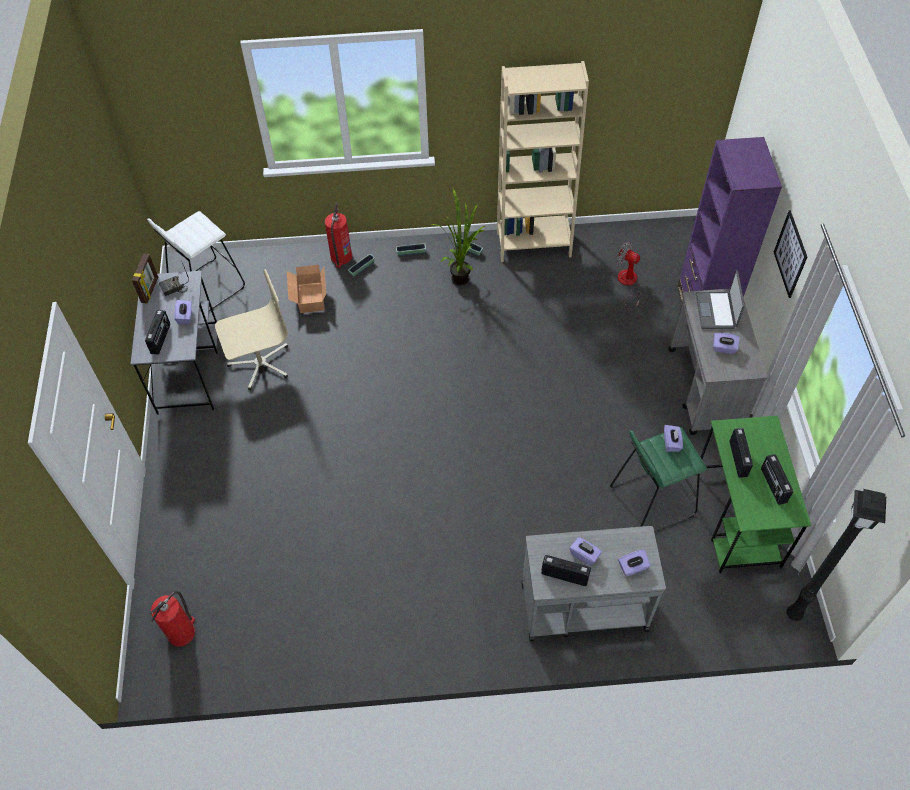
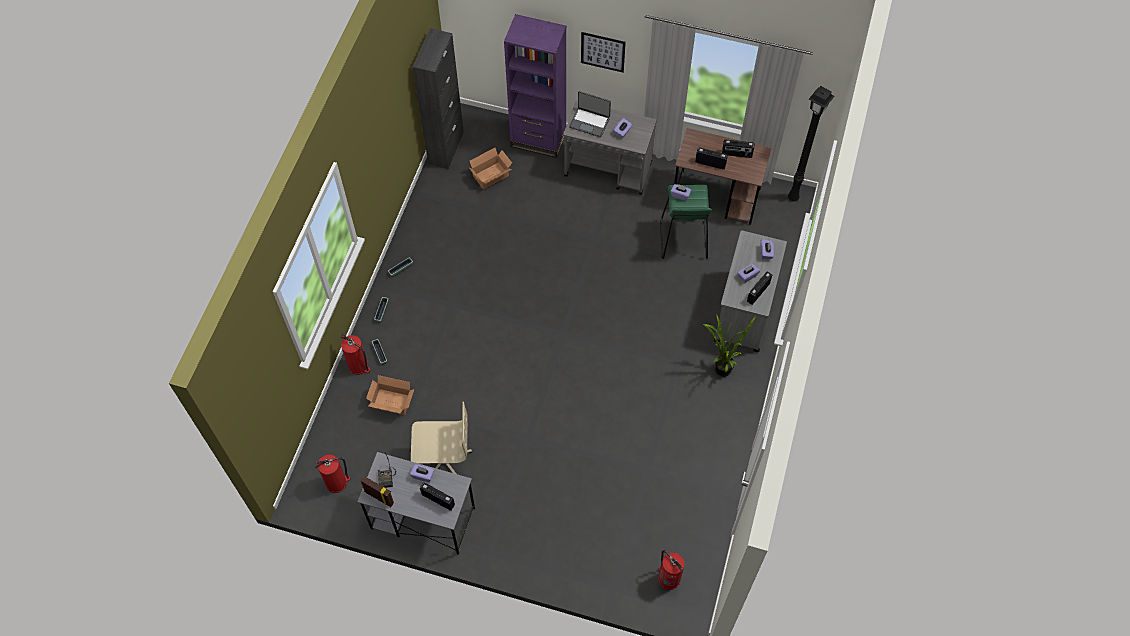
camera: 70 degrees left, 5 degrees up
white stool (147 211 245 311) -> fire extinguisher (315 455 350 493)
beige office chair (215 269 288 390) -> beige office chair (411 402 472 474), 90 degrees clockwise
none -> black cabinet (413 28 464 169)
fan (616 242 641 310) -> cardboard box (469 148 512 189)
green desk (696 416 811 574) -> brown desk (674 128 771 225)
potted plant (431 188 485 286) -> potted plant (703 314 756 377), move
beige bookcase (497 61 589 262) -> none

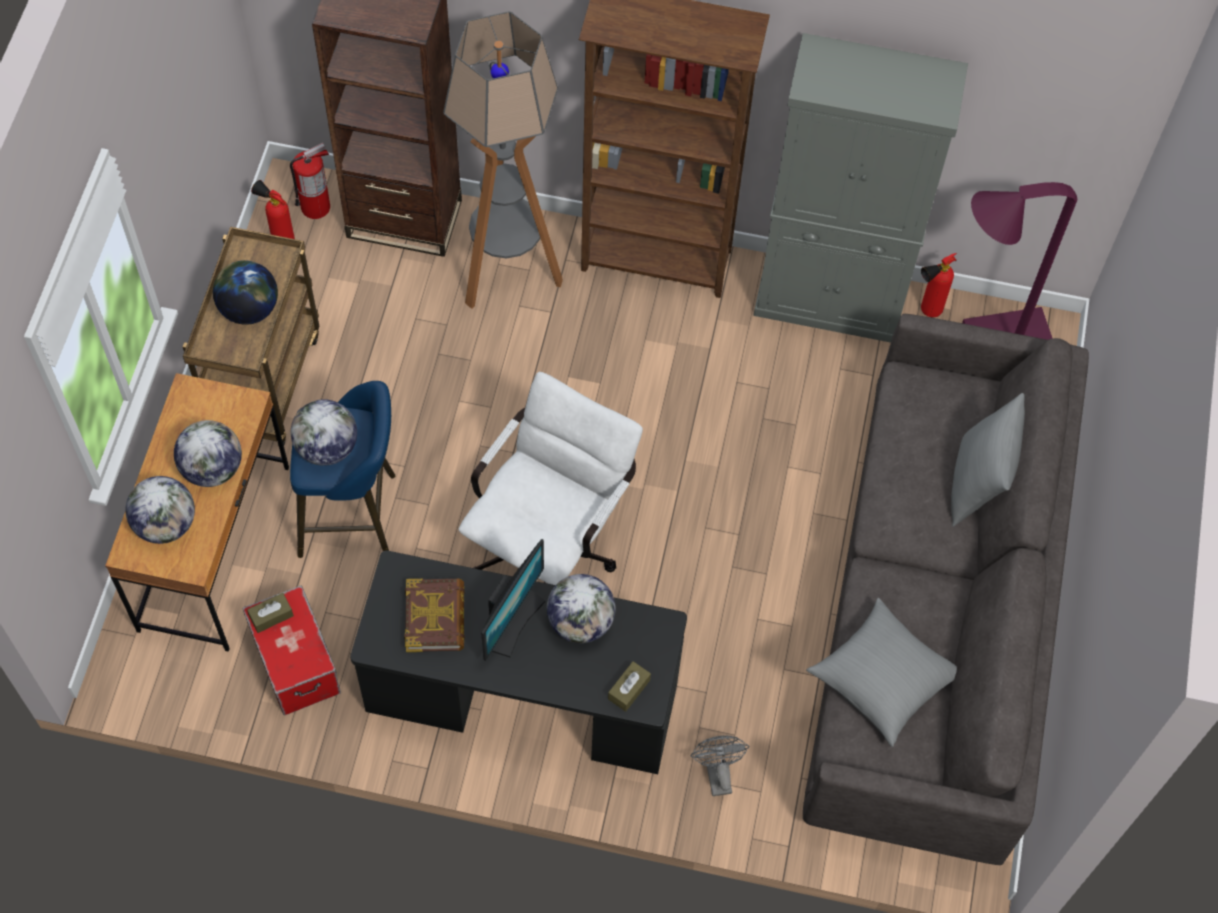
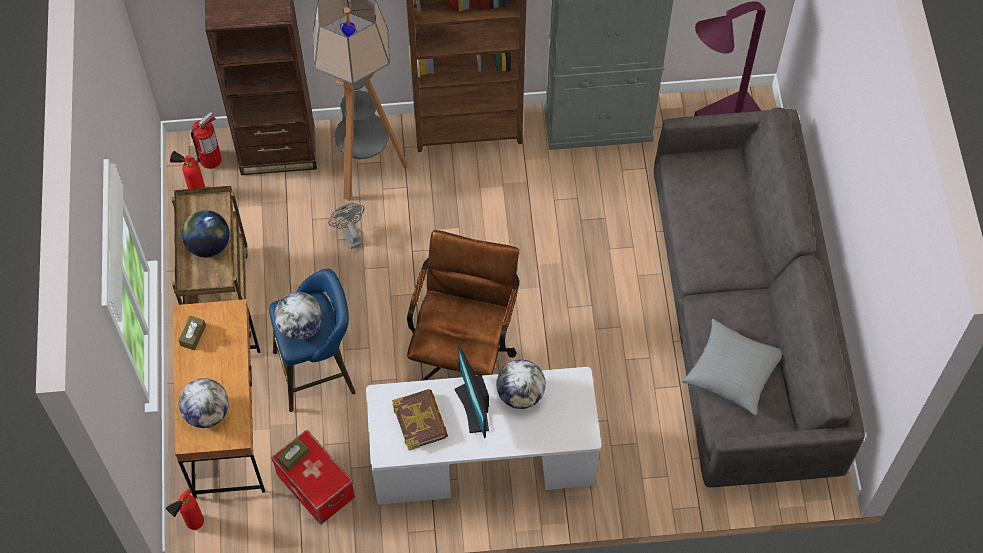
camera: 15 degrees left, 0 degrees up
fire extinguisher (921 253 957 317) -> fire extinguisher (166 489 204 530), move
brown tissue box (608 661 651 712) -> brown tissue box (178 316 206 350), move
grey fan (690 736 750 796) -> grey fan (328 203 365 249), move
black desk (350 551 687 774) -> white desk (366 367 601 505)
white office chair (459 372 643 585) -> brown office chair (407 230 519 381)
monitor (481 539 545 661) -> monitor (454 345 489 438), 150 degrees clockwise
globe (174 420 242 487) -> none
grey pillow (951 393 1025 527) -> none

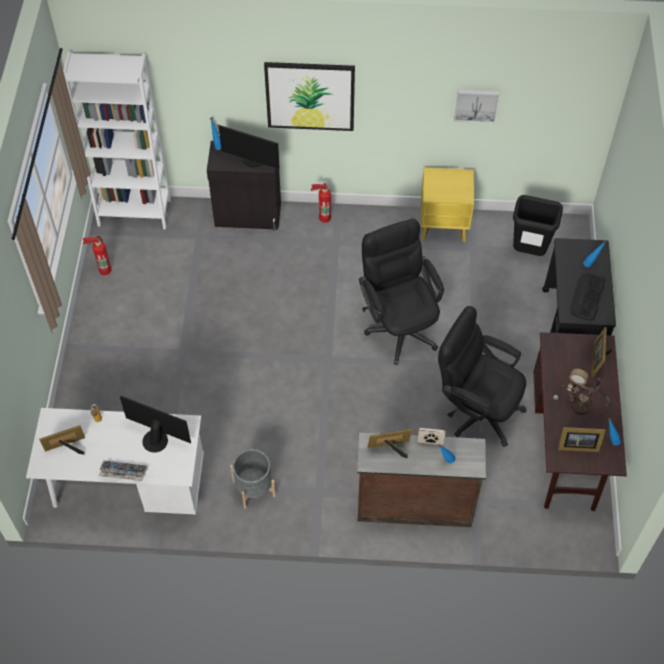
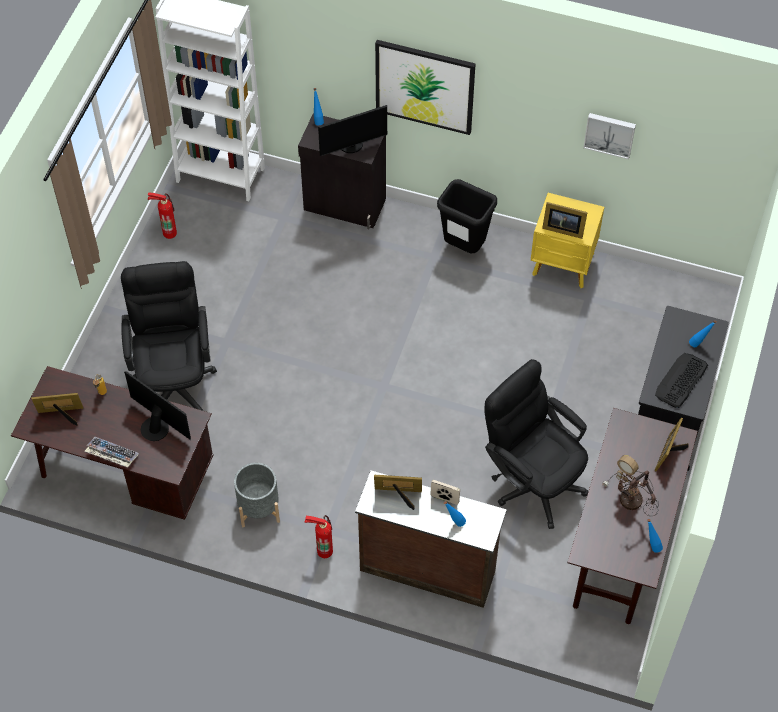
camera: 15 degrees right, 0 degrees up
white desk (26 408 204 514) -> brown desk (11 366 213 520)
black office chair (359 219 444 365) -> black office chair (121 261 217 411), move
fire extinguisher (311 183 331 223) -> fire extinguisher (305 515 333 558), move
monitor (219 125 280 169) -> monitor (318 105 387 156), 60 degrees counterclockwise
black trash can (513 195 563 256) -> black trash can (437 179 497 254), move
picture frame (558 427 606 452) -> picture frame (542 202 588 239), move

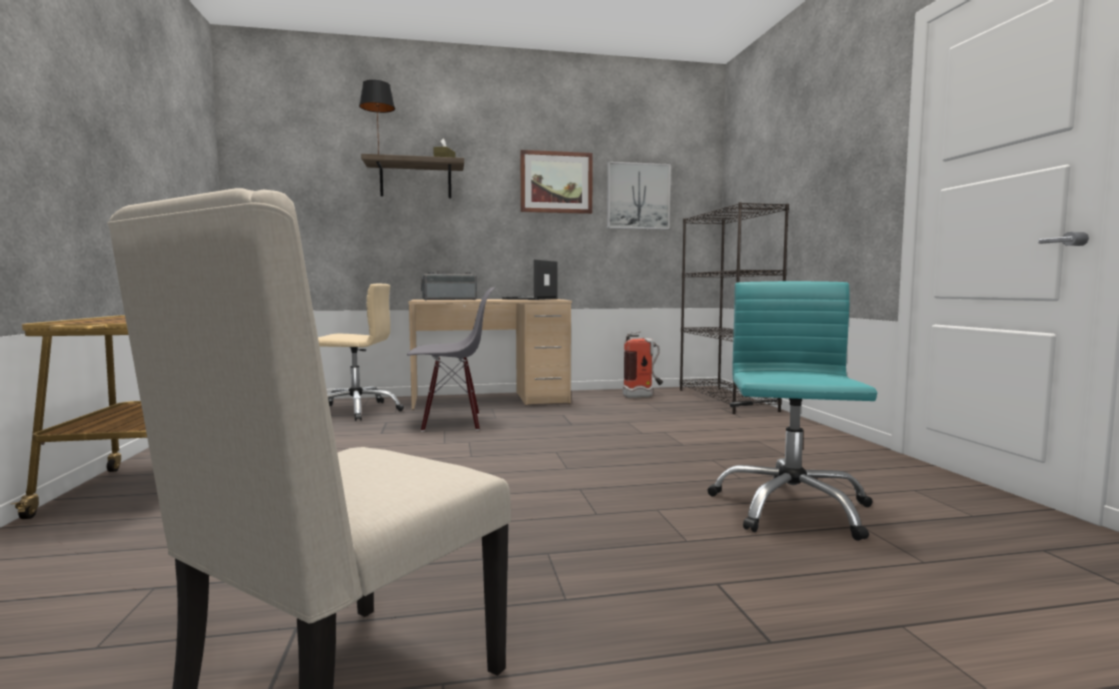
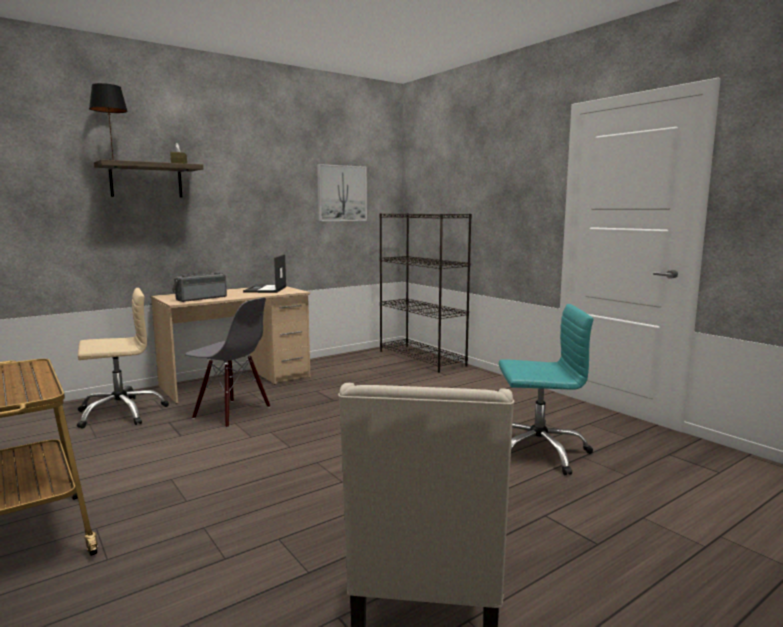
camera: 25 degrees left, 5 degrees up
grey chair (407 287 496 432) -> grey chair (185 297 270 428), 60 degrees clockwise
turquoise office chair (708 281 877 541) -> turquoise office chair (499 304 593 475), 105 degrees clockwise
picture (520 150 593 214) -> none
fire extinguisher (623 331 663 398) -> none

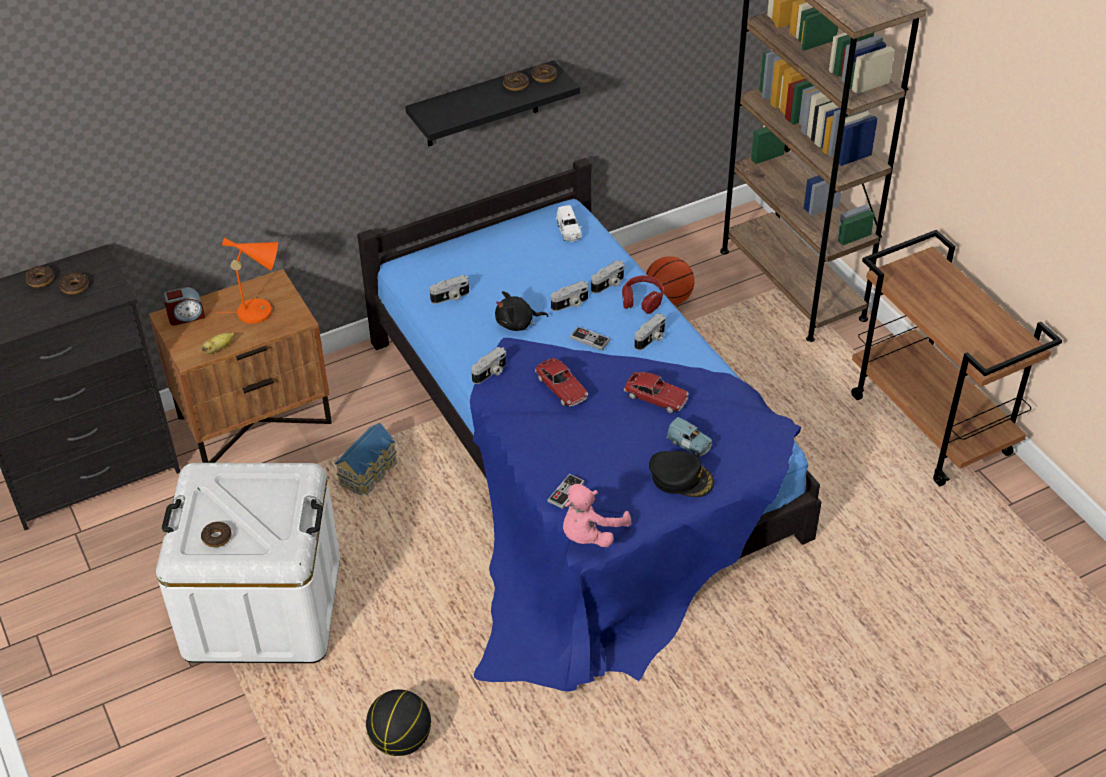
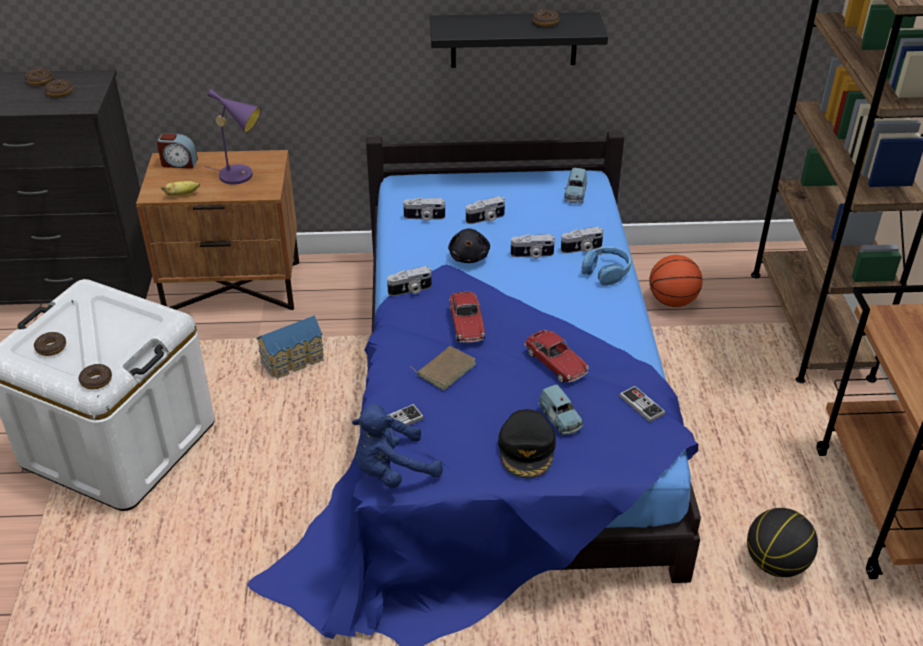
camera: 25 degrees right, 5 degrees down
donut (531 64 557 83) -> donut (79 364 112 389), move
orange table lamp (216 238 278 324) -> purple table lamp (204 89 261 184)
pink plush toy (563 484 631 547) -> blue plush toy (352 404 443 488)
none -> brown book (411 346 476 390)
black plush toy (495 291 548 331) -> black plush toy (448 228 490 263), 105 degrees counterclockwise
photo camera (634 313 666 350) -> photo camera (466 196 505 224), move
black cap (649 451 714 497) -> black cap (498 409 556 479), 45 degrees clockwise
white toy car (556 205 582 242) -> blue toy car (564 168 587 204)
red headphones (622 276 663 314) -> blue headphones (582 247 631 286)
game controller (570 327 610 350) -> game controller (619 386 665 422), move
basketball (366 689 431 756) -> basketball (747 508 818 577), move

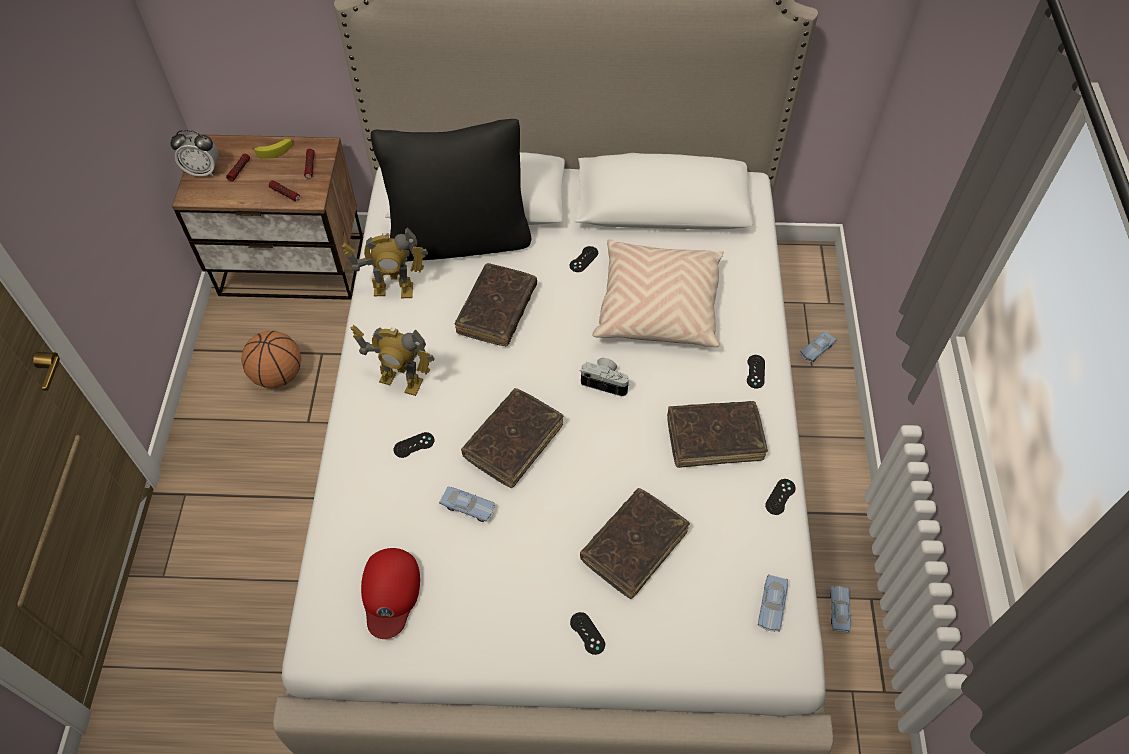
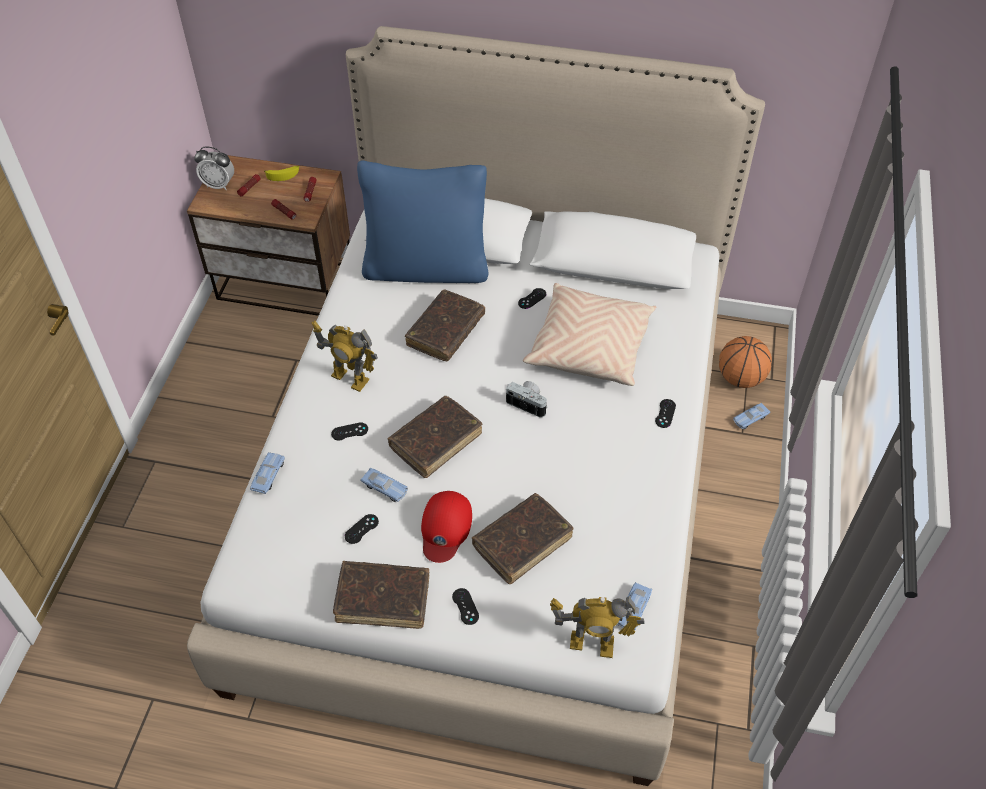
camera: 10 degrees right, 5 degrees down
blue toy car (830 586 851 633) -> blue toy car (250 452 285 494), move
brown book (667 401 768 468) -> brown book (333 561 429 629), move
black game controller (765 479 796 515) -> black game controller (345 514 379 544), move
black pillow (371 119 531 262) -> blue pillow (357 160 488 283)
red cap (361 548 420 639) -> red cap (421 491 472 563), move
toy robot (342 228 428 298) -> toy robot (550 597 645 658), move
basketball (241 331 301 388) -> basketball (719 336 772 388), move

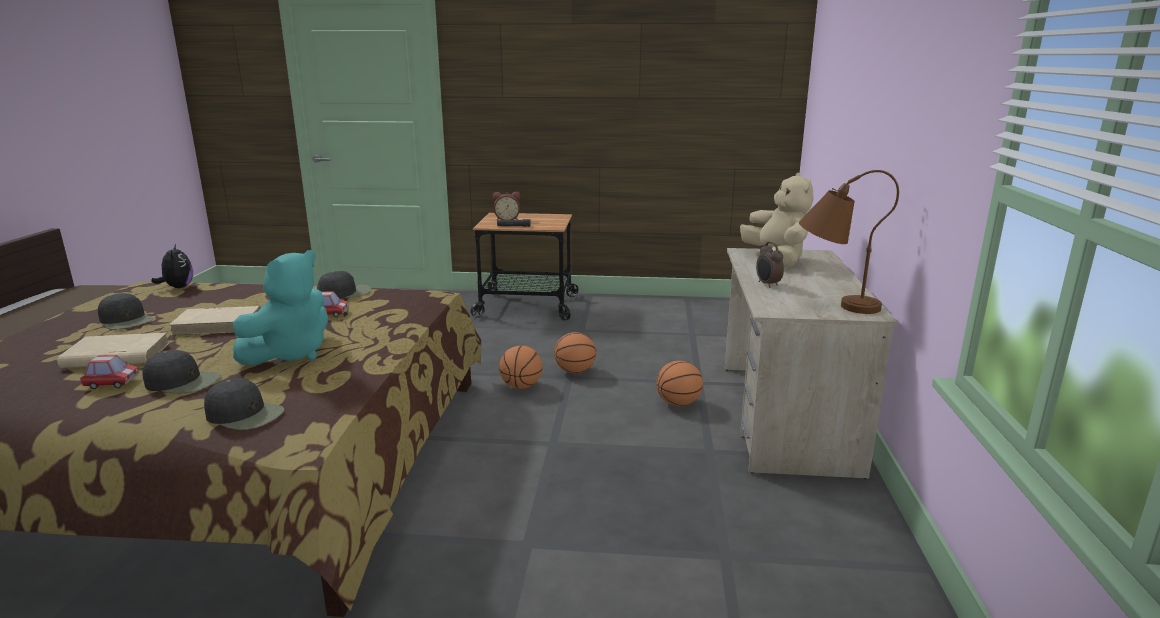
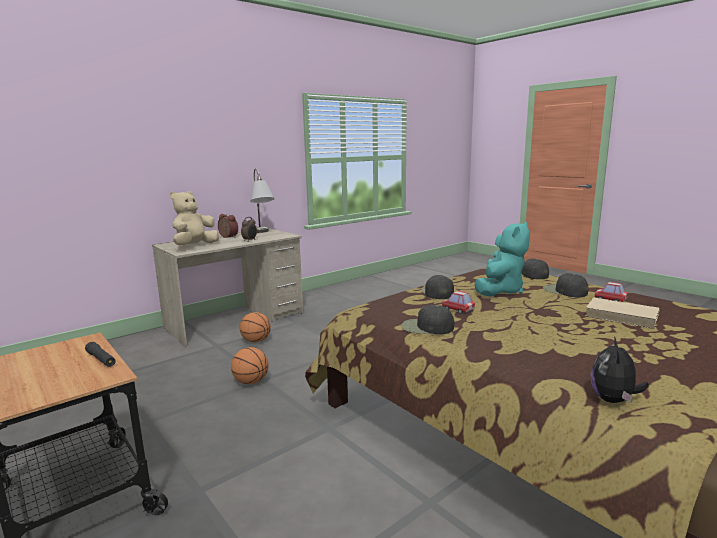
camera: 135 degrees left, 5 degrees down
alarm clock (493 192 520 220) -> alarm clock (218 214 238 238), move
brown table lamp (799 170 899 314) -> grey table lamp (250 168 275 233)
black cap (98 293 153 330) -> black cap (421 275 454 299), move
turquoise plush toy (233 250 328 365) -> turquoise plush toy (474 222 530 296), 135 degrees clockwise
beige book (169 306 261 336) -> none
basketball (499 345 543 389) -> none

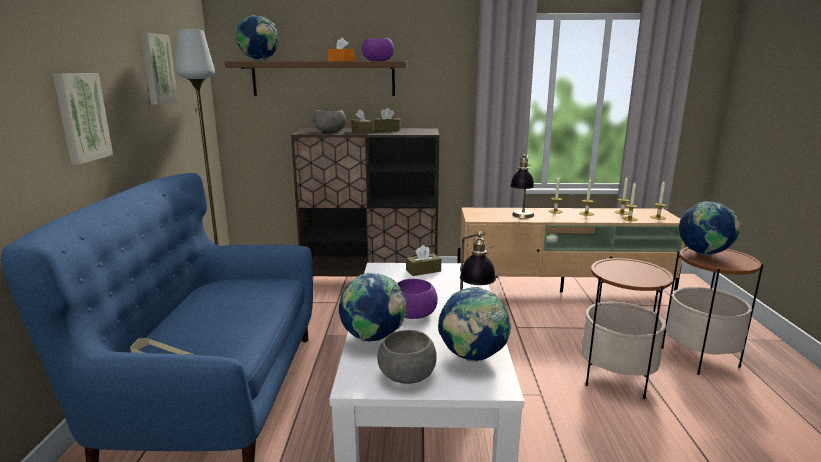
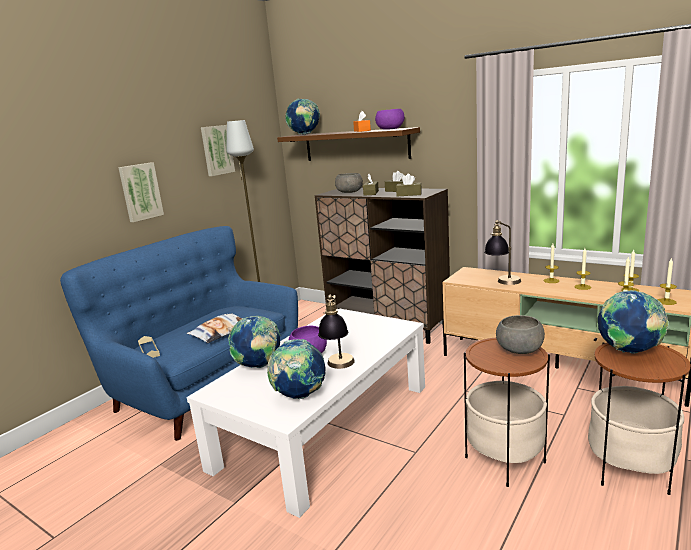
camera: 35 degrees right, 0 degrees up
none -> pillow (187 313 242 343)
brown tissue box (406 245 441 276) -> brown tissue box (396 174 422 197), move
grey bowl (377 330 437 384) -> grey bowl (496 315 545 354), move

